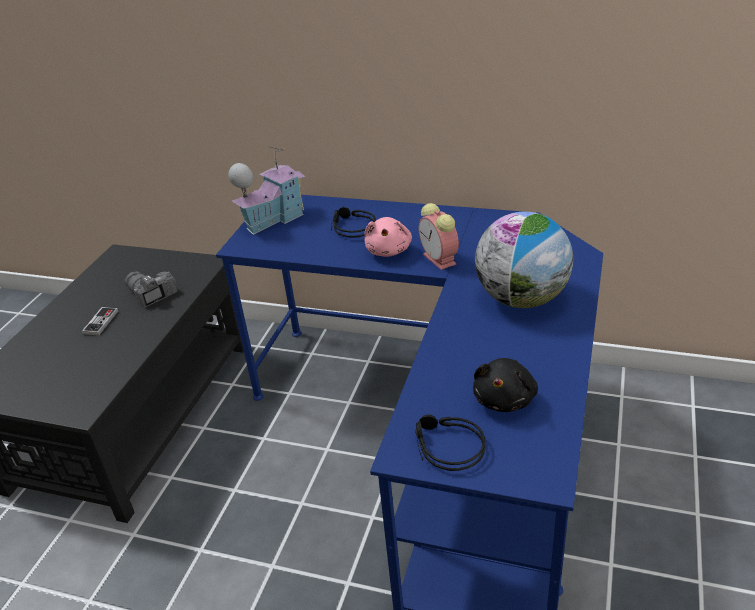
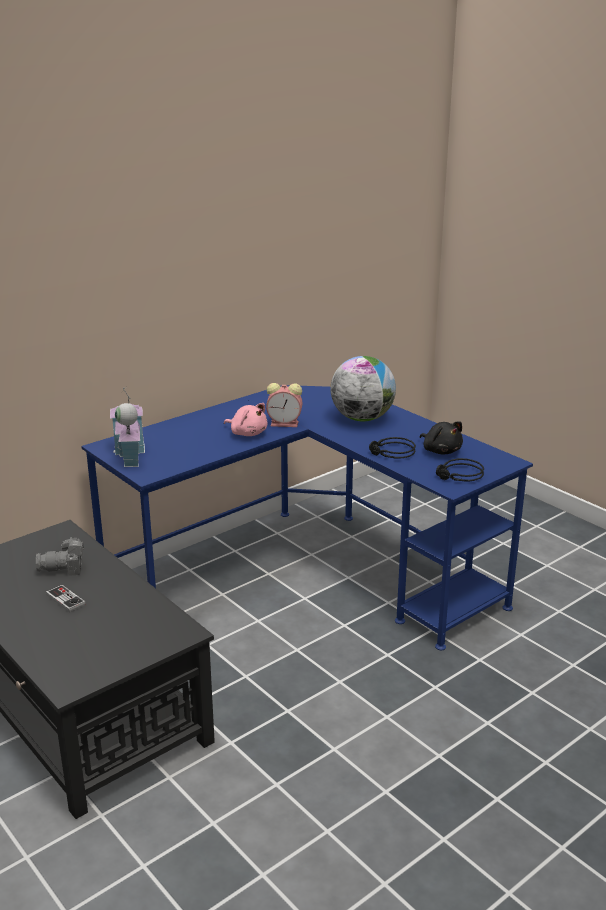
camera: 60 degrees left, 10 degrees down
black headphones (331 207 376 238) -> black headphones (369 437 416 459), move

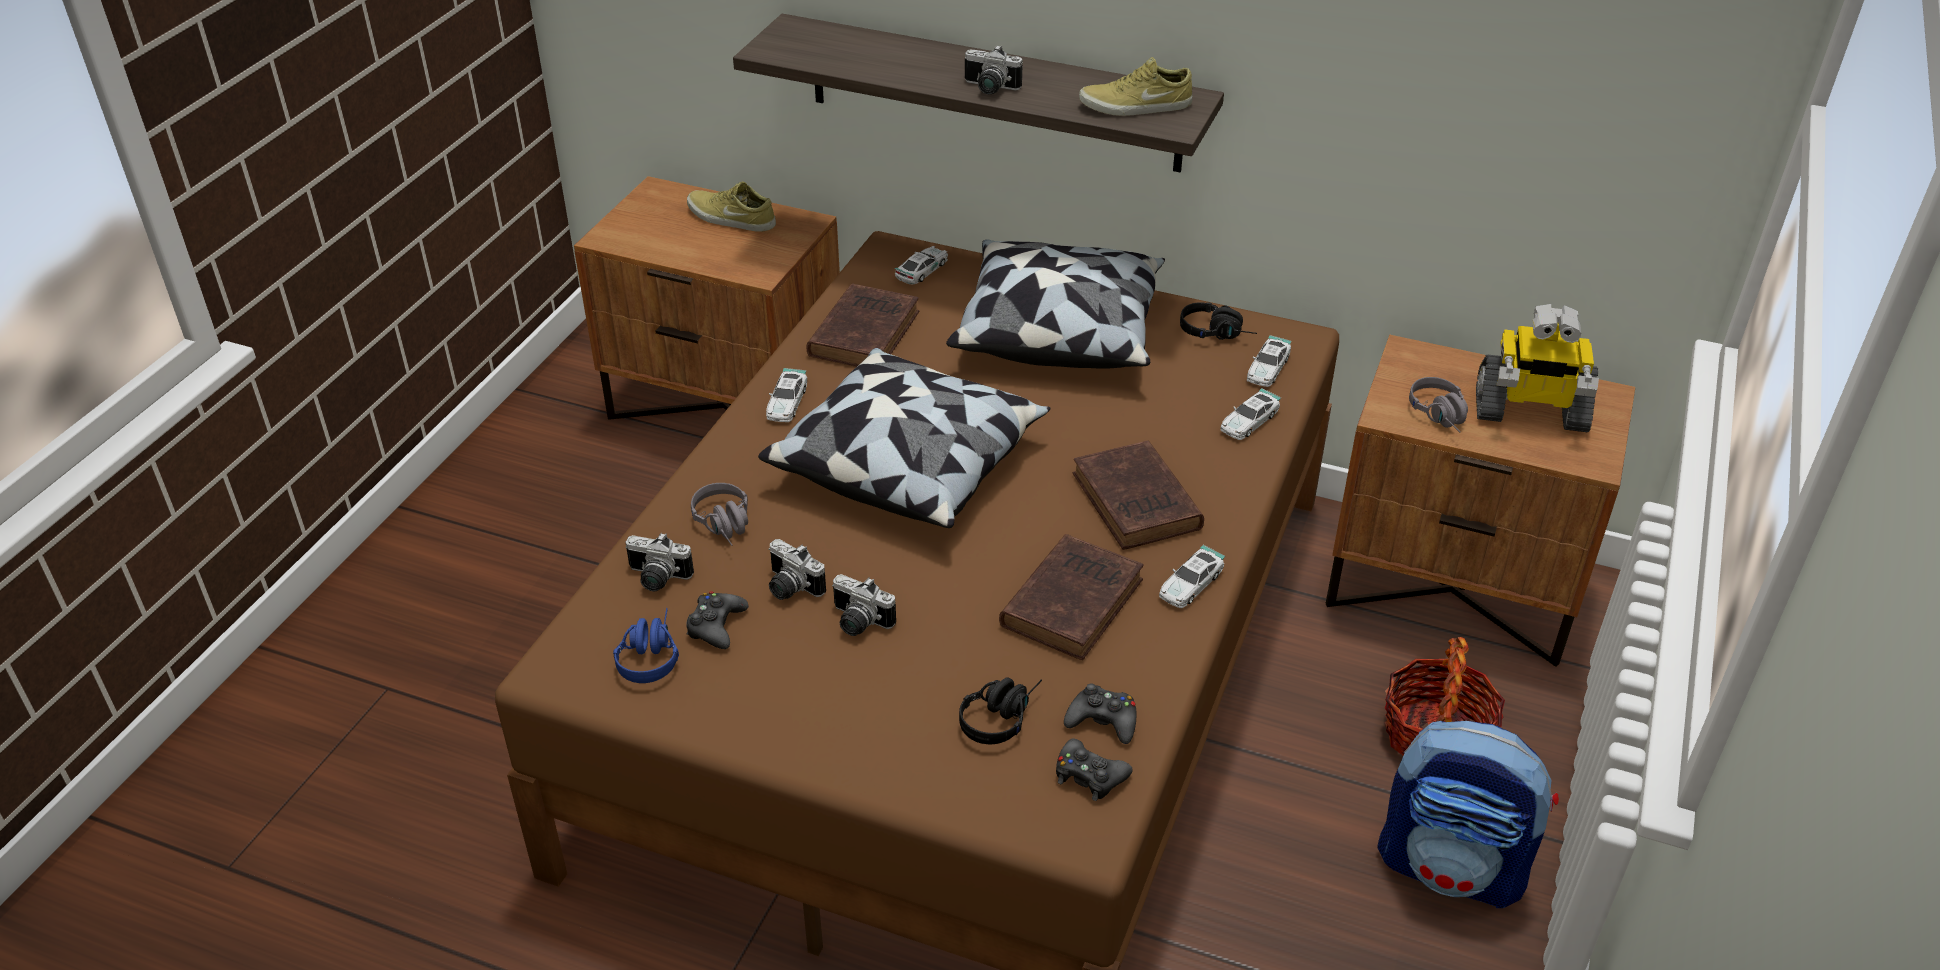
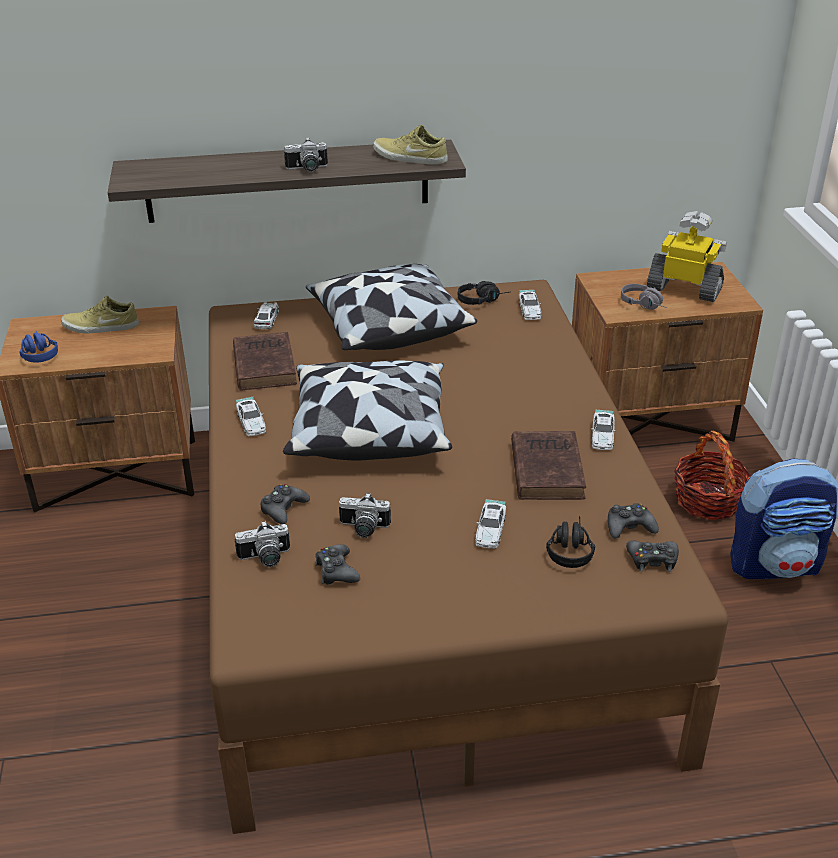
camera: 30 degrees left, 5 degrees down
blue headphones (613 608 679 683) -> blue headphones (19 331 58 363), move
grey headphones (691 483 748 546) -> black game controller (260 484 310 524)
beige shoe (1079 57 1193 116) -> beige shoe (373 125 448 165), 60 degrees clockwise
toy car (1220 388 1281 440) -> toy car (475 499 506 548), move
toy robot (1476 304 1599 432) -> toy robot (647 211 727 302), 135 degrees counterclockwise
photo camera (832 574 896 636) -> none
brown book (1073 440 1204 550) -> none

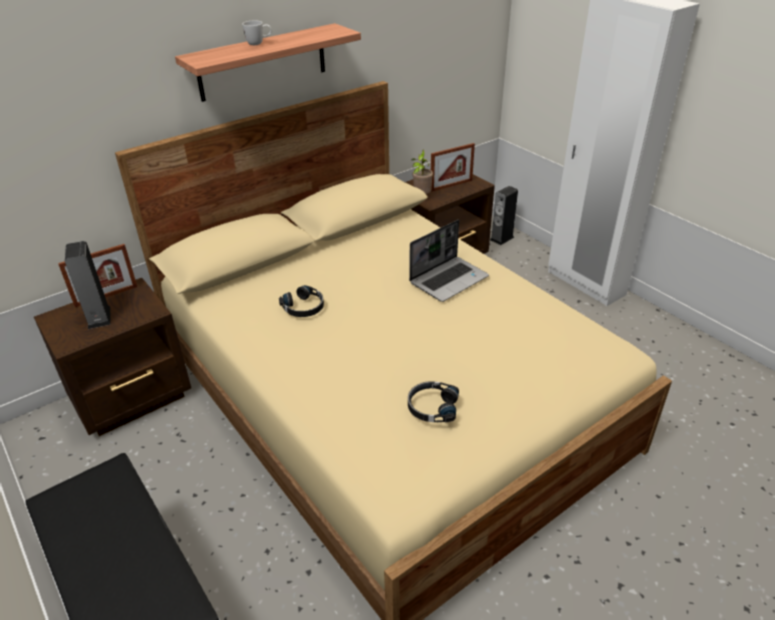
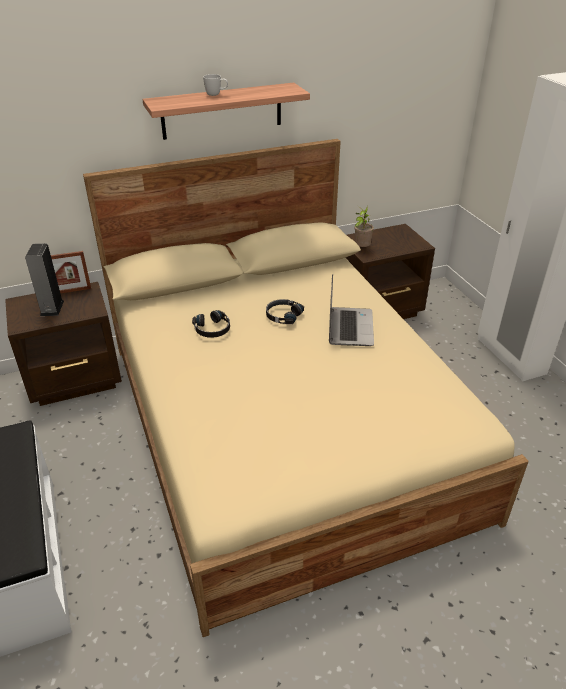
camera: 15 degrees right, 0 degrees up
black headphones (408 381 459 423) -> black headphones (266 299 304 324), move
laptop (409 220 489 302) -> laptop (329 274 374 346), 60 degrees counterclockwise
picture frame (431 143 475 192) -> none
speaker (490 186 518 245) -> none

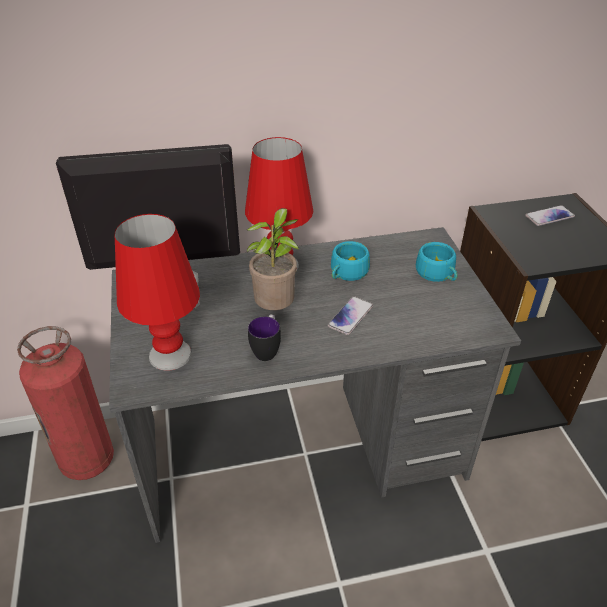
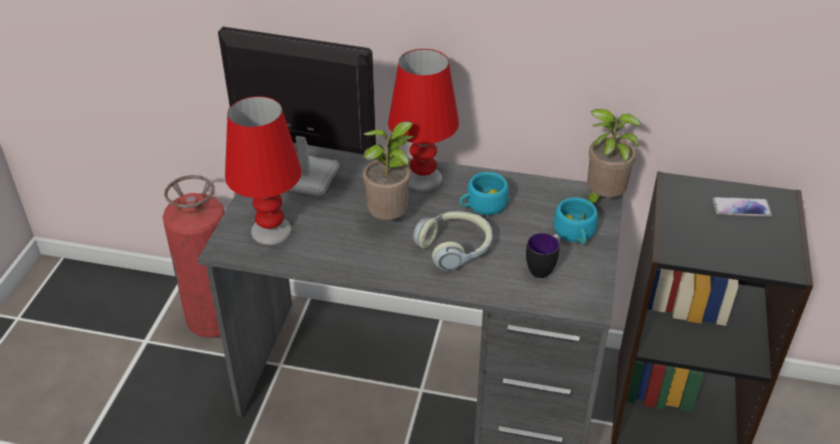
camera: 25 degrees right, 0 degrees up
phone (328 296 373 335) -> headphones (413 211 493 271)
mug (248 315 281 361) -> mug (526 233 560 278), move
none -> potted plant (587 109 641 204)

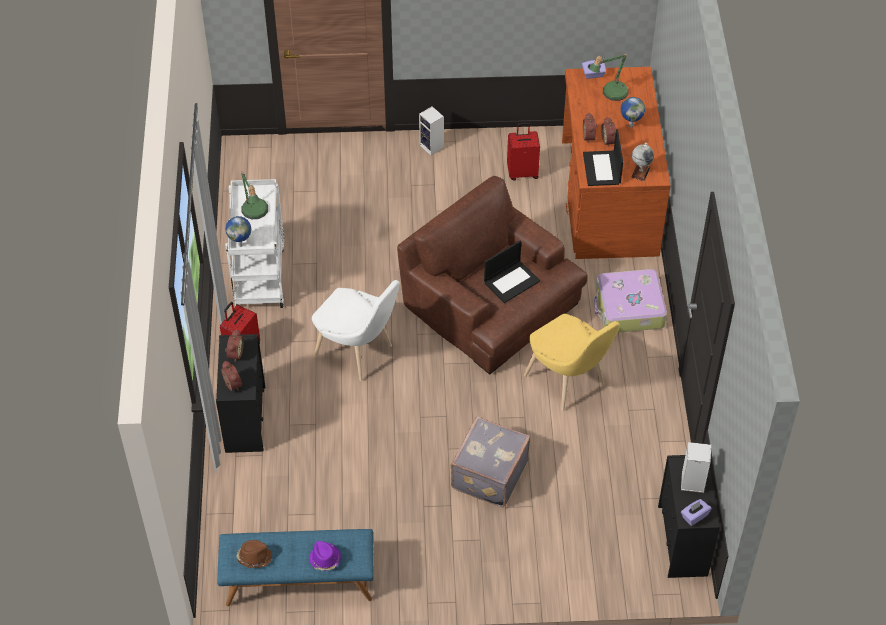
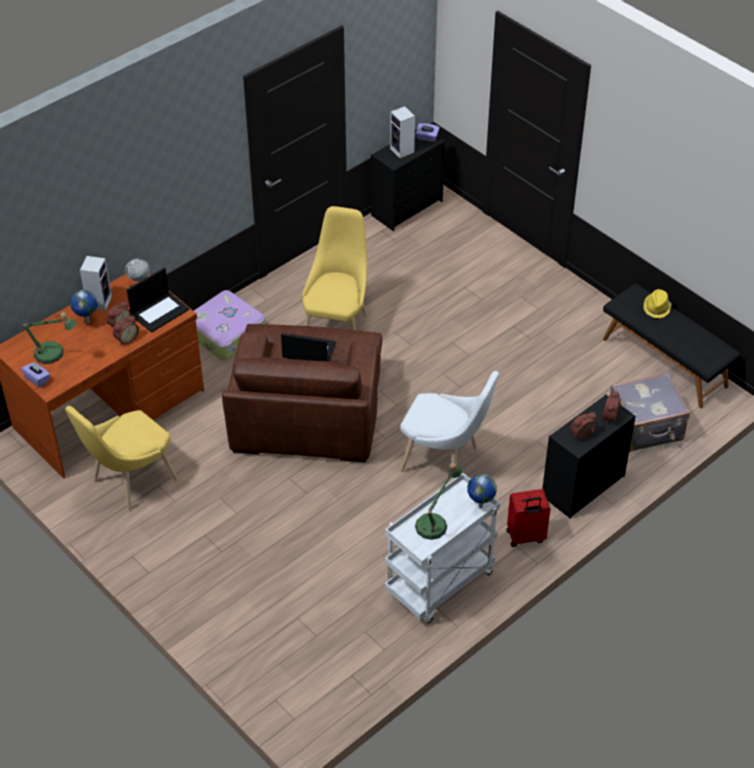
camera: 130 degrees left, 5 degrees down
red suitcase (507 123 540 180) -> yellow chair (65 406 178 511)
speaker (419 106 444 155) -> speaker (80 256 112 311), move
white chair (312 280 400 381) -> white chair (400 371 499 479), 120 degrees clockwise
blue bench (217 529 374 606) -> black bench (603 284 740 408)
grey suitcase (451 416 530 507) -> grey suitcase (610 373 690 452), move
purple hat (309 541 341 571) -> yellow hat (644 289 672 318)
brown hat (236 540 272 568) -> none

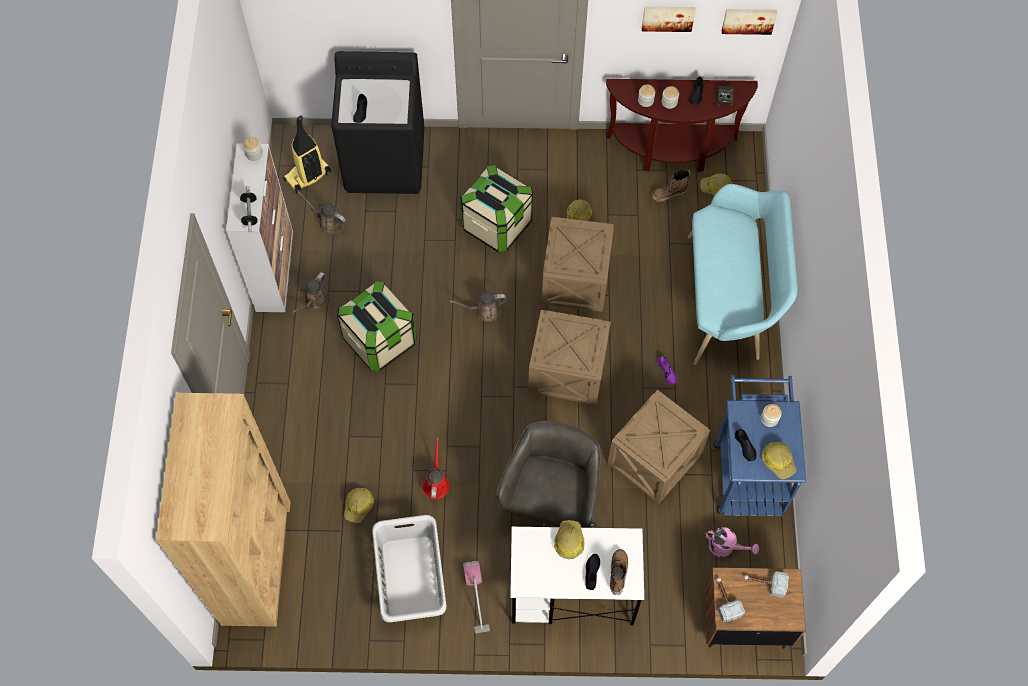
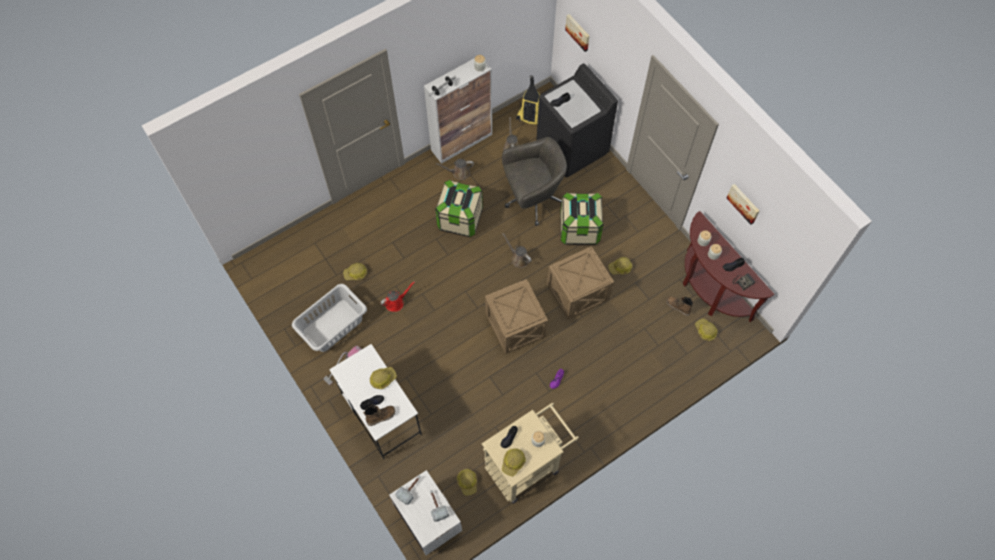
camera: 55 degrees right, 0 degrees up
brown nightstand (705 568 806 649) -> white nightstand (389 470 462 555)
pink watering can (705 527 759 557) -> hard hat (457 469 477 496)
blue cart (714 375 806 517) -> beige cart (482 403 579 504)
grey office chair (496 421 601 528) -> grey office chair (502 137 567 226), move
picture (722 9 777 35) -> picture (565 14 590 52), move
brown bookcase (156 393 291 627) -> none
crate (608 390 710 504) -> none
turquoise bench (688 184 798 365) -> none

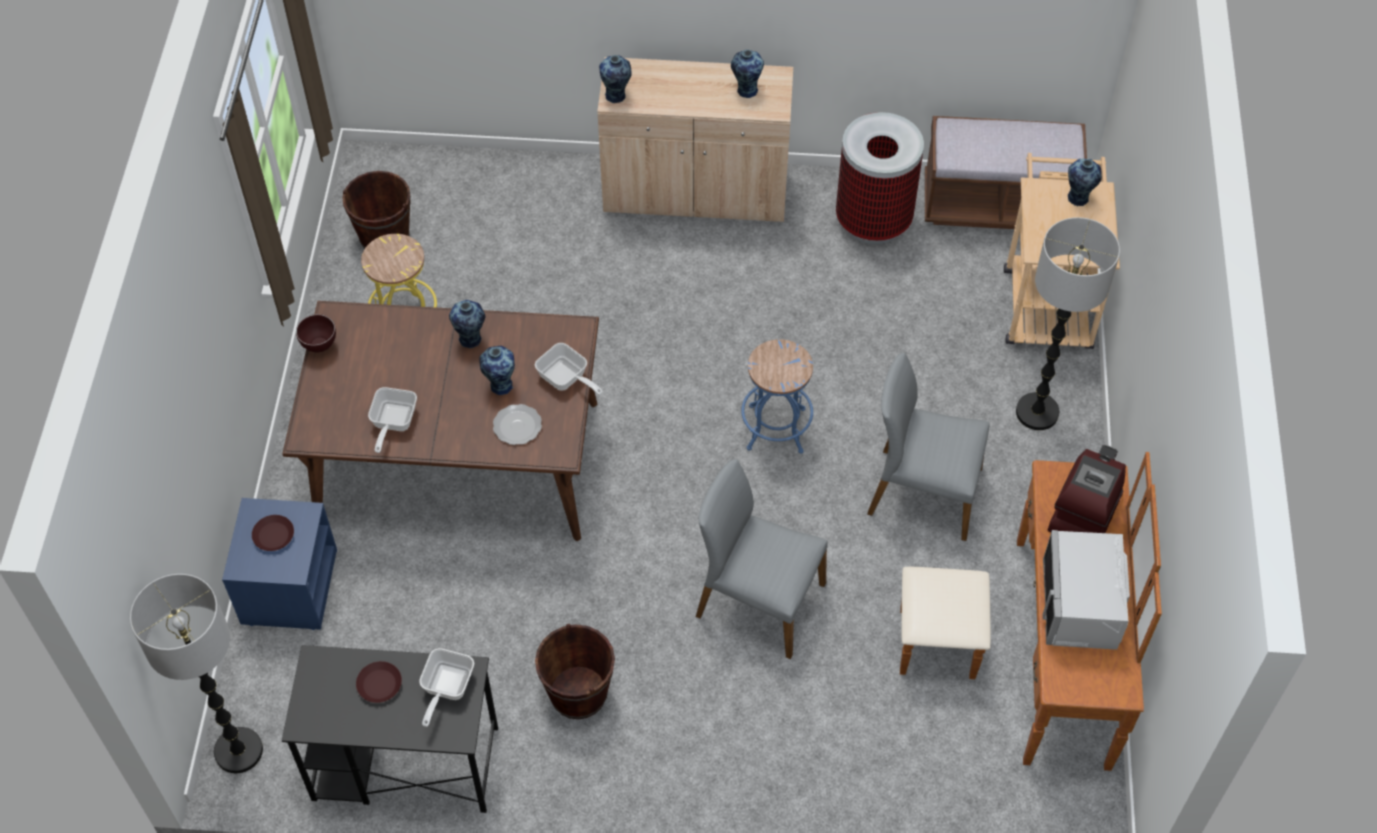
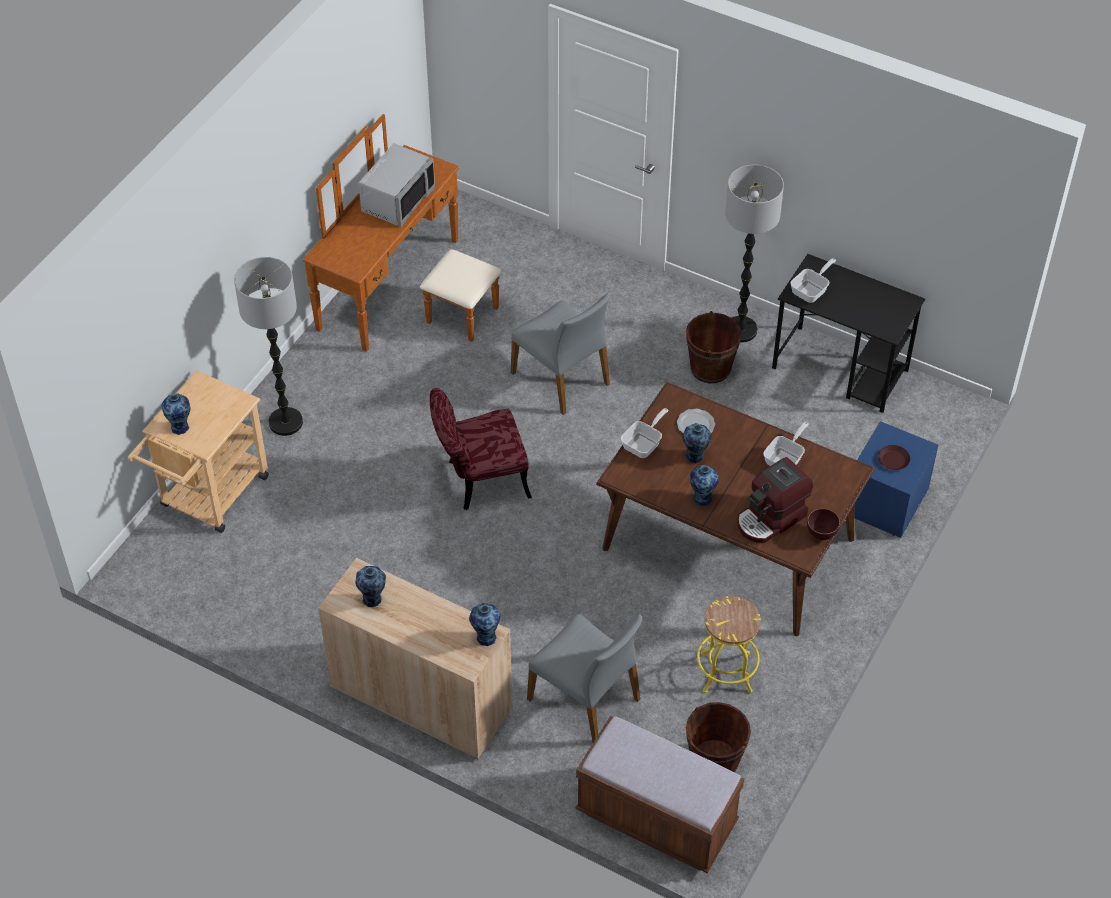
camera: 155 degrees left, 5 degrees down
blue stool (741 339 813 453) -> red chair (430 388 532 510)
grey chair (867 353 990 541) -> grey chair (527 614 642 742), move
brown bench (925 116 1087 229) -> brown bench (576 716 744 873), move
frying pan (535 343 603 395) -> frying pan (621 408 668 458), 60 degrees clockwise
floor lamp (130 574 263 773) -> floor lamp (725 165 784 343), move
coffee machine (1048 444 1126 533) -> coffee machine (737 457 813 543), move
brown plate (356 661 402 703) -> none
trash can (836 112 924 244) -> none

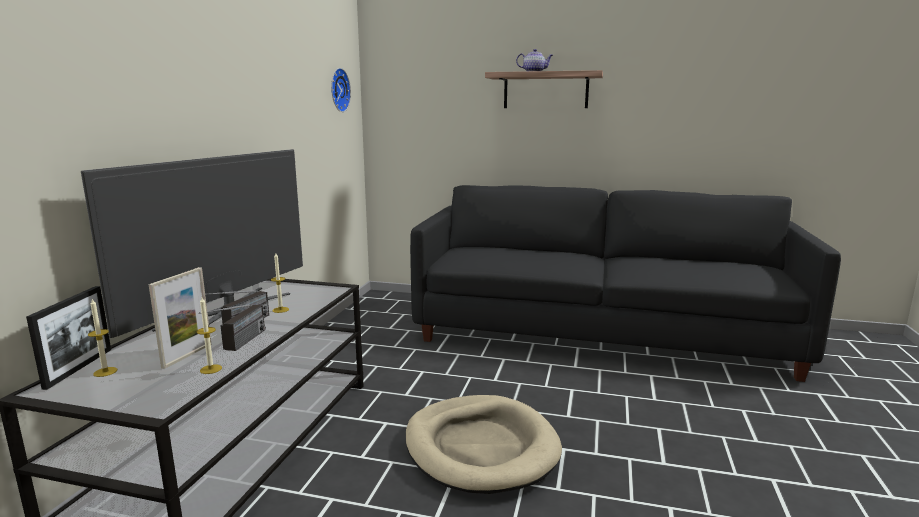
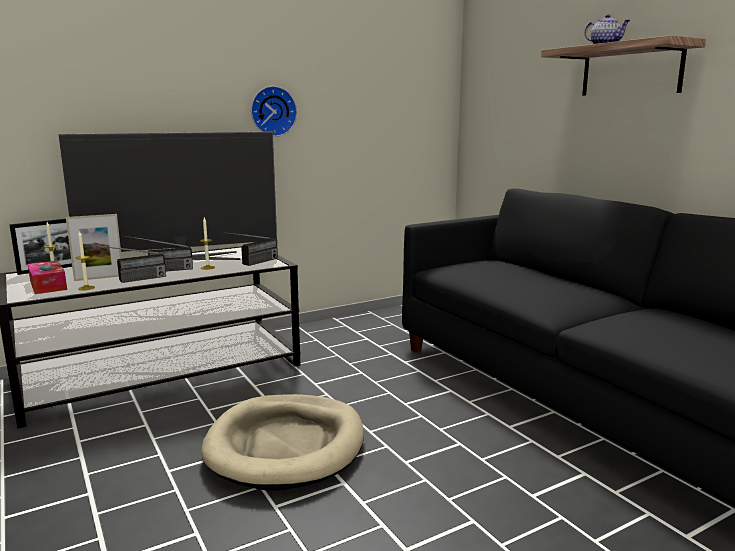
camera: 45 degrees right, 0 degrees up
none -> tissue box (28 261 67 294)
none -> radio (223 232 278 266)
wall clock (331 68 351 112) -> wall clock (251 86 297 137), move

